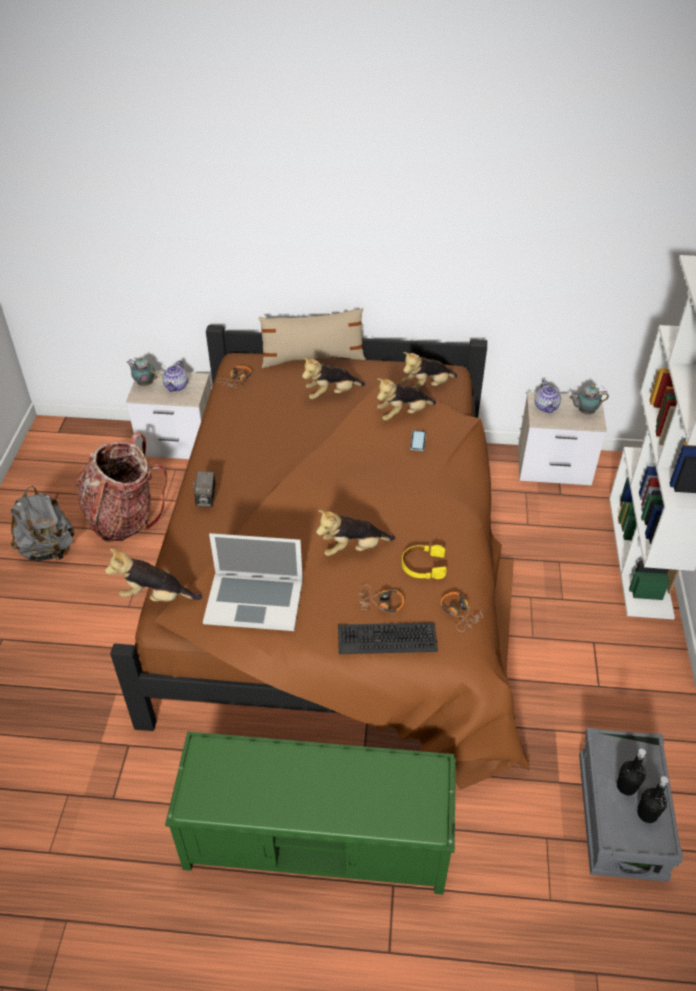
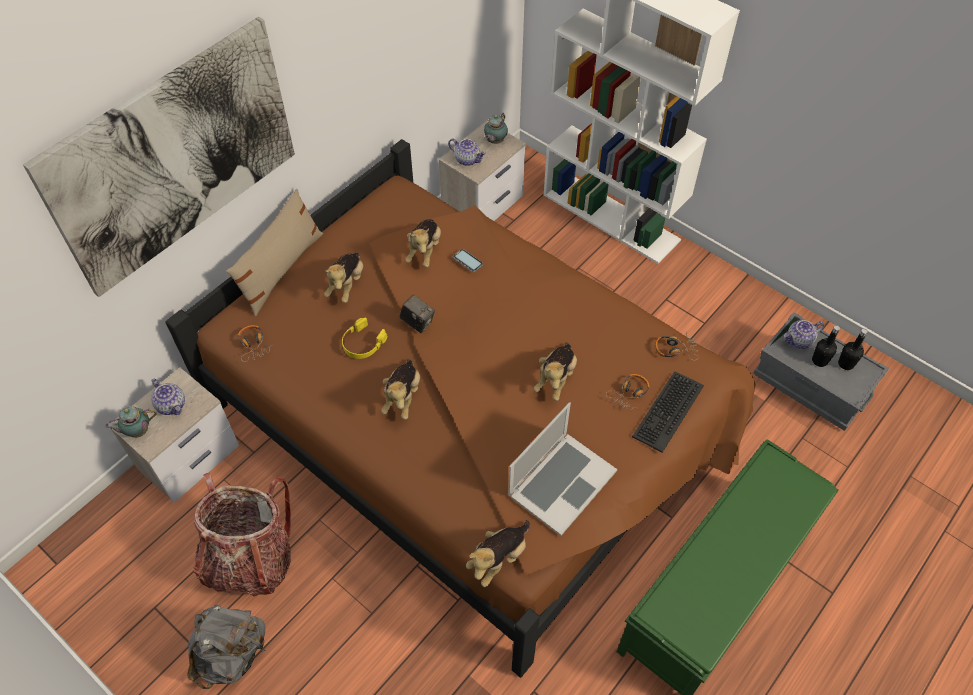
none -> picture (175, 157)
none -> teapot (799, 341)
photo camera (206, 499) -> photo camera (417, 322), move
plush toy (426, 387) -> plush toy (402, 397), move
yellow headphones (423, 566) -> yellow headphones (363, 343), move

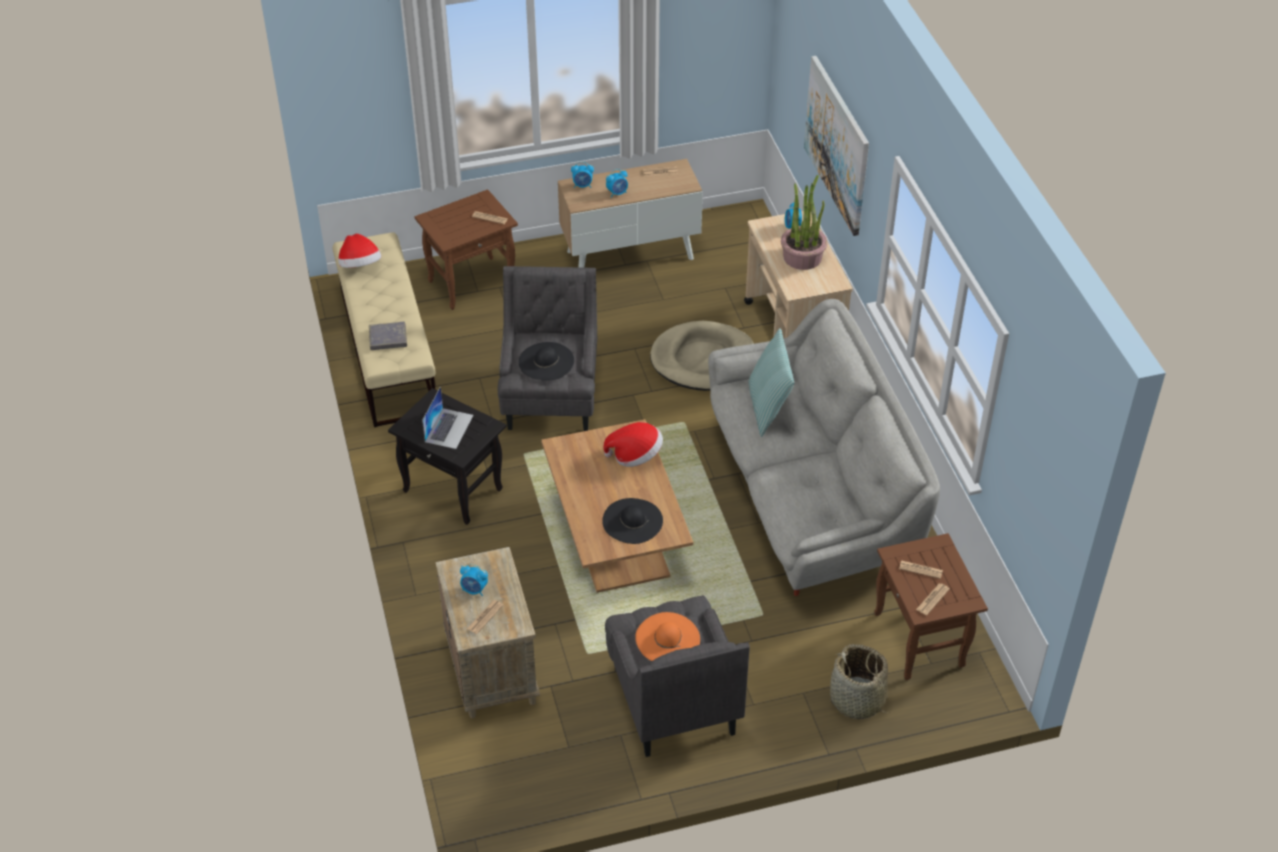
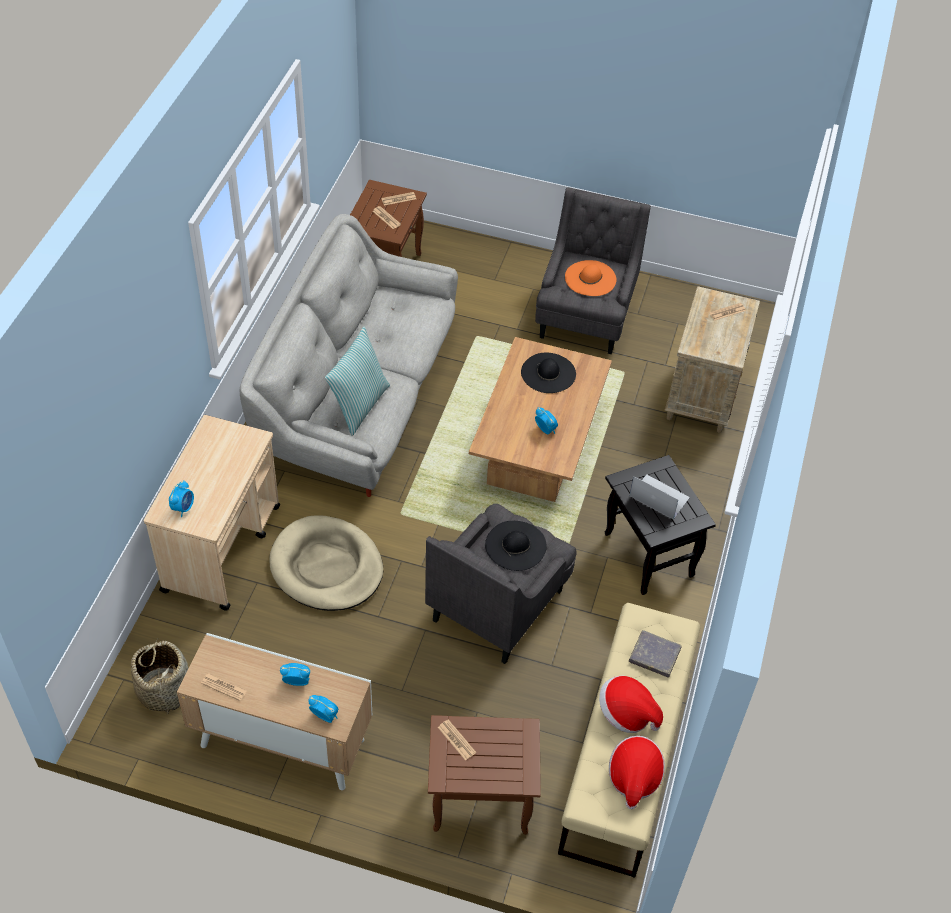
potted plant (802, 256) -> none
picture (837, 144) -> none
alarm clock (474, 590) -> alarm clock (545, 429), move
hat (635, 455) -> hat (626, 713), move
basket (857, 700) -> basket (164, 690), move
laptop (449, 428) -> laptop (659, 496), 75 degrees clockwise

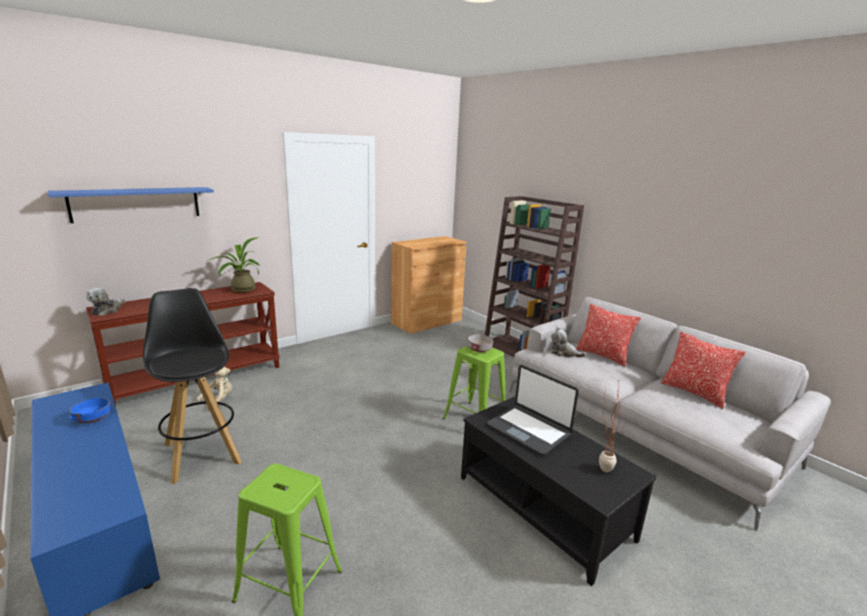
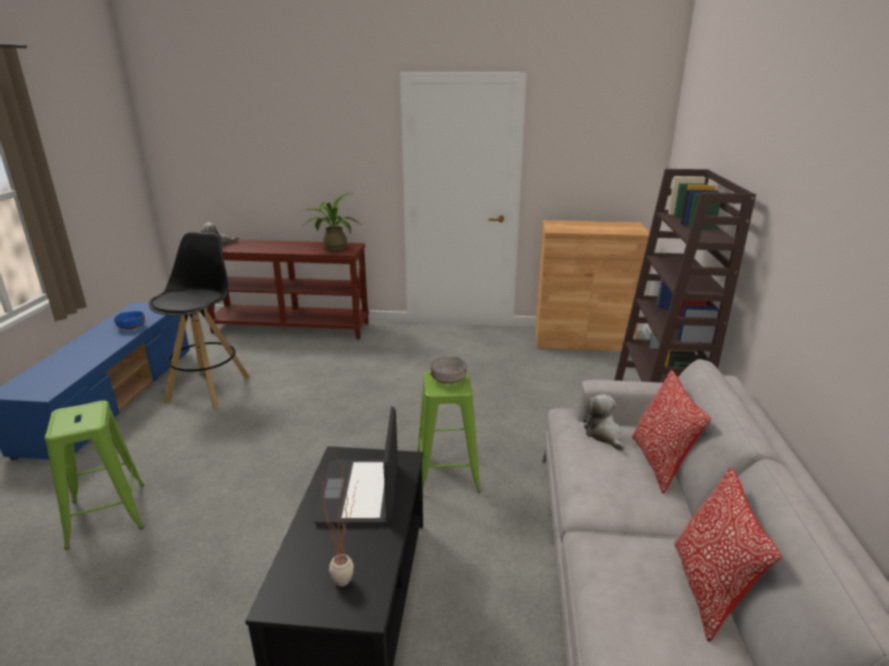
blue shelf (136, 204) -> none
beige plush toy (218, 400) -> none

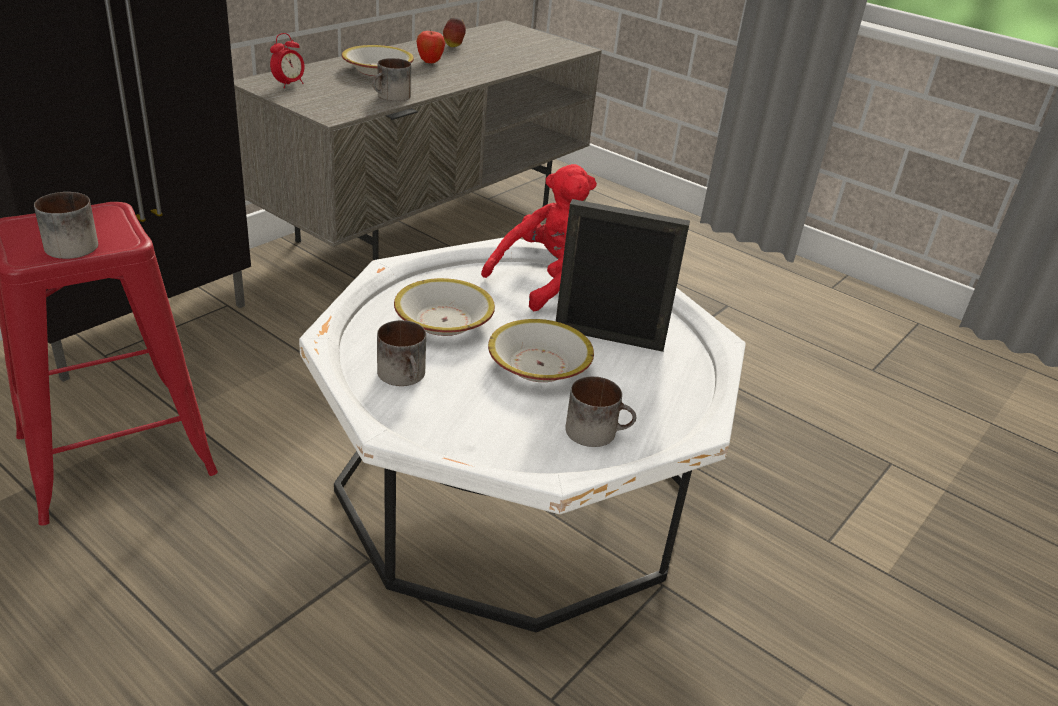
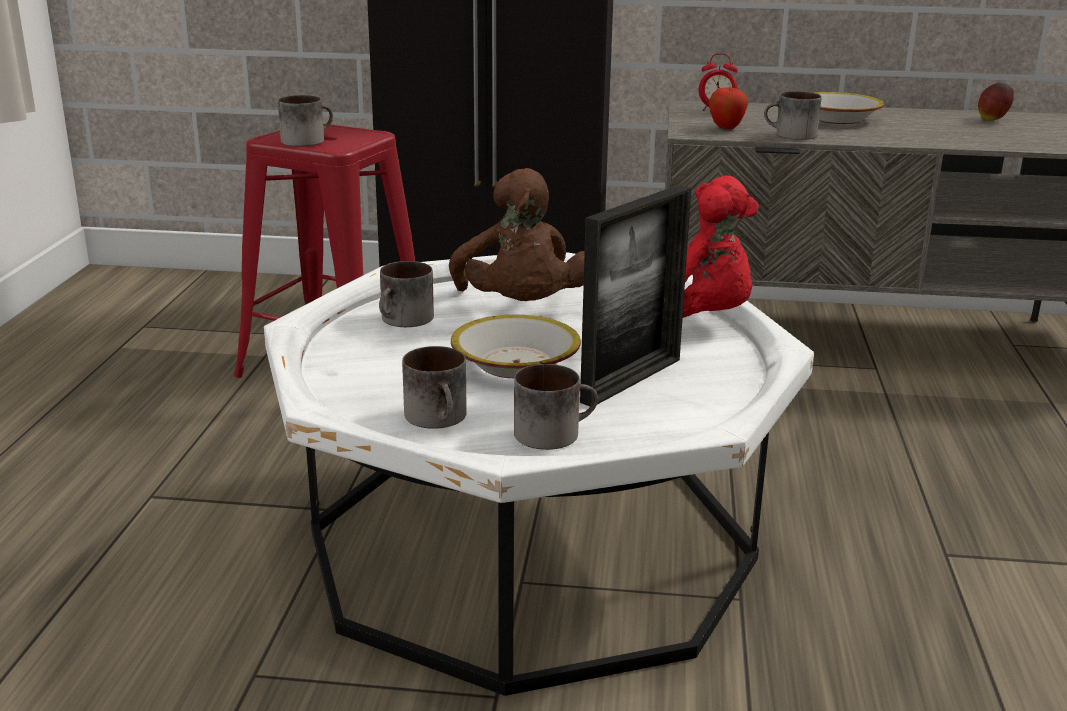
none -> mug (554, 432)
apple (430, 62) -> apple (726, 128), move
bowl (444, 321) -> brown plush toy (520, 308)
picture frame (609, 337) -> picture frame (631, 380), 60 degrees clockwise

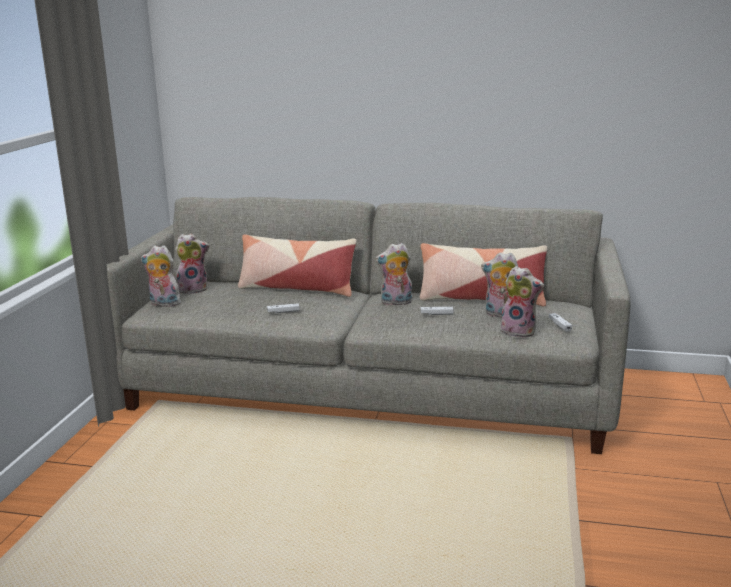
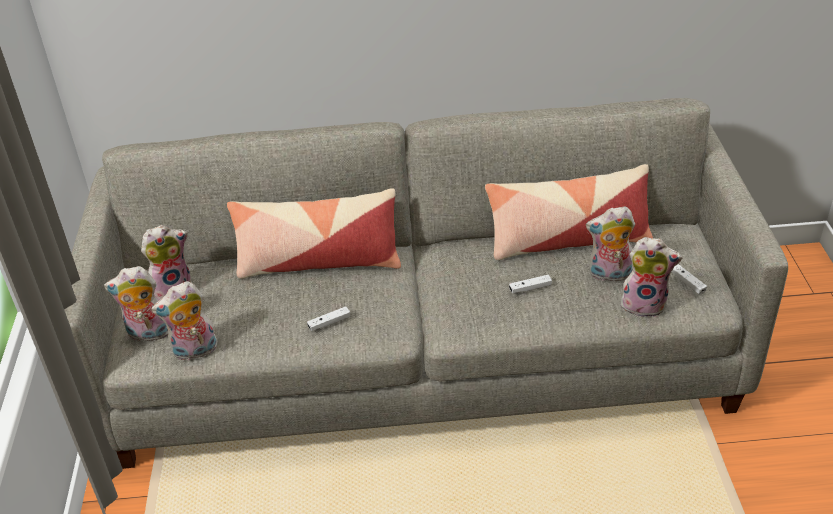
plush toy (395, 303) -> plush toy (194, 352), move

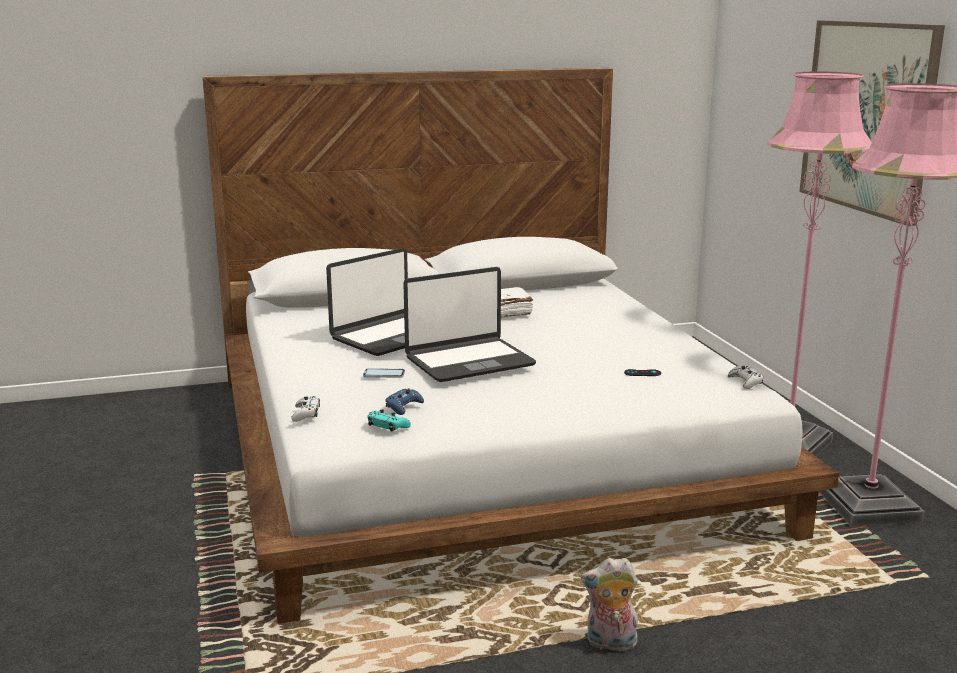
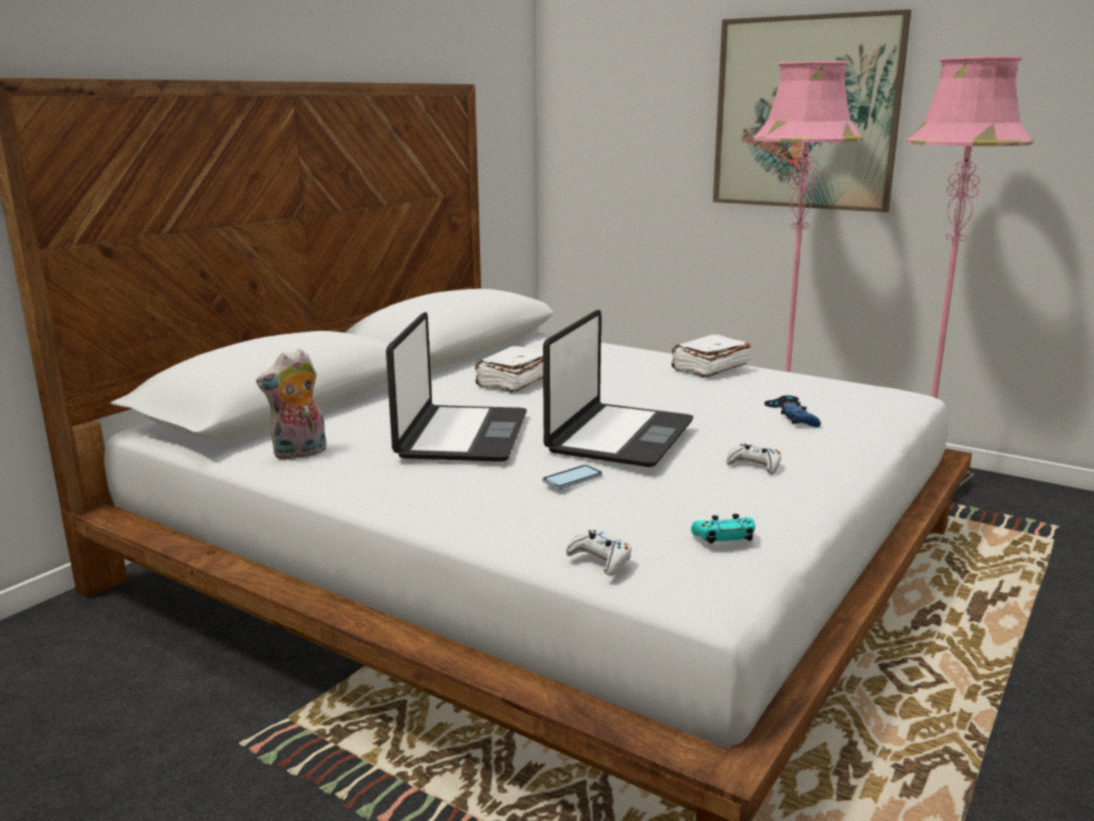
none -> white book (709, 368)
blue game controller (403, 406) -> blue game controller (799, 420), move
plush toy (610, 644) -> plush toy (299, 453), move
white game controller (745, 382) -> white game controller (754, 465), move

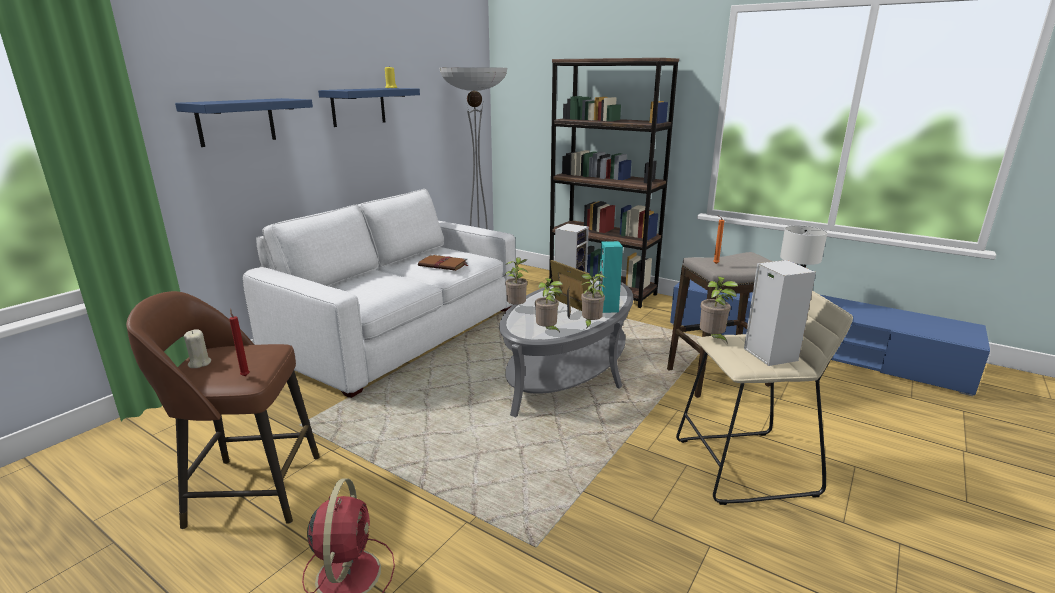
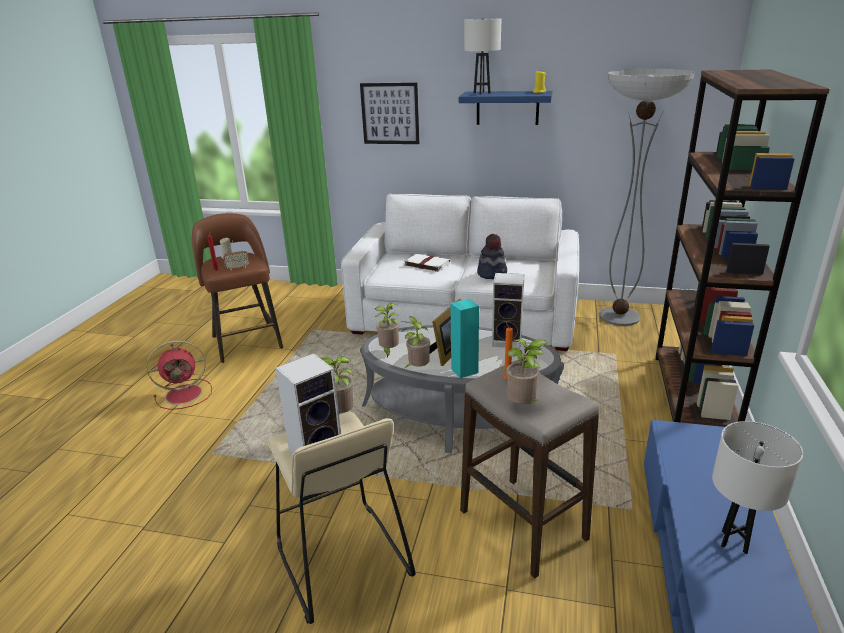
none -> radio (238, 268)
none -> white book (426, 264)
none -> white table lamp (482, 93)
potted plant (517, 308) -> potted plant (523, 406), move
blue shelf (236, 122) -> picture (390, 113)
brown book (444, 265) -> hat (492, 273)

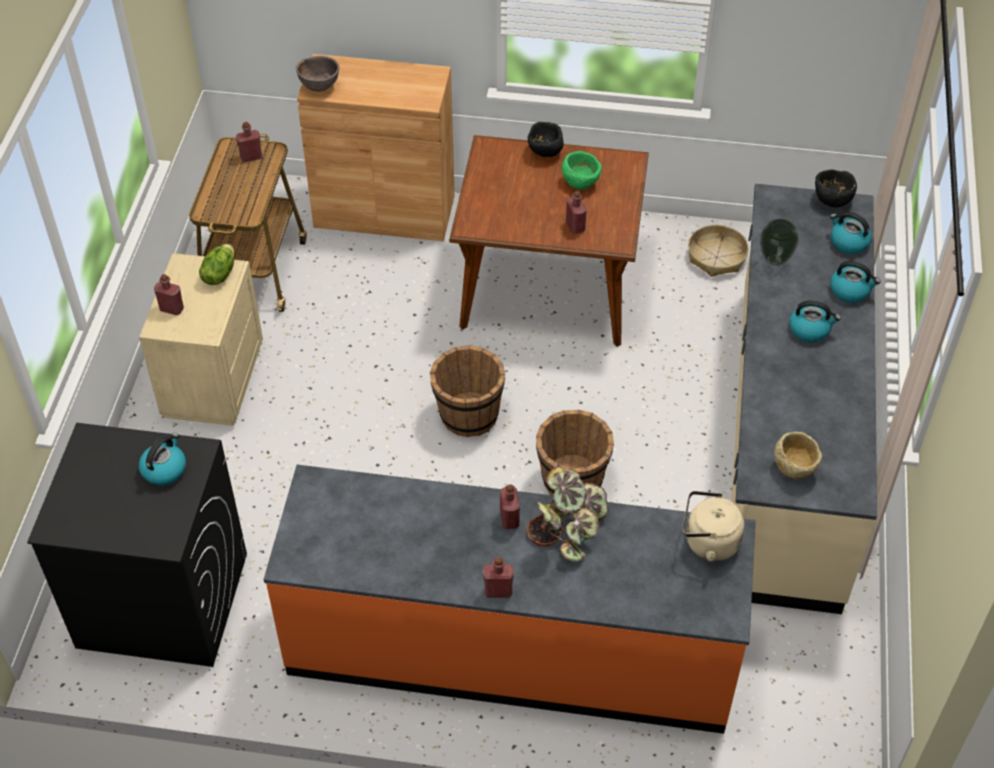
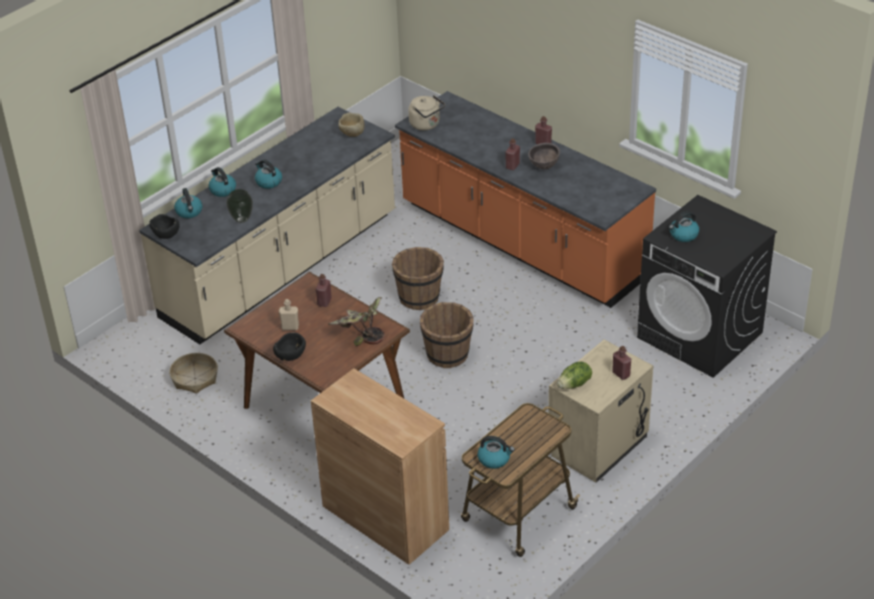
brown bowl (319, 87) -> brown bowl (544, 167), move
potted plant (567, 529) -> potted plant (359, 334), move
red bottle (251, 157) -> kettle (494, 459)
green bowl (581, 182) -> beige bottle (290, 327)

